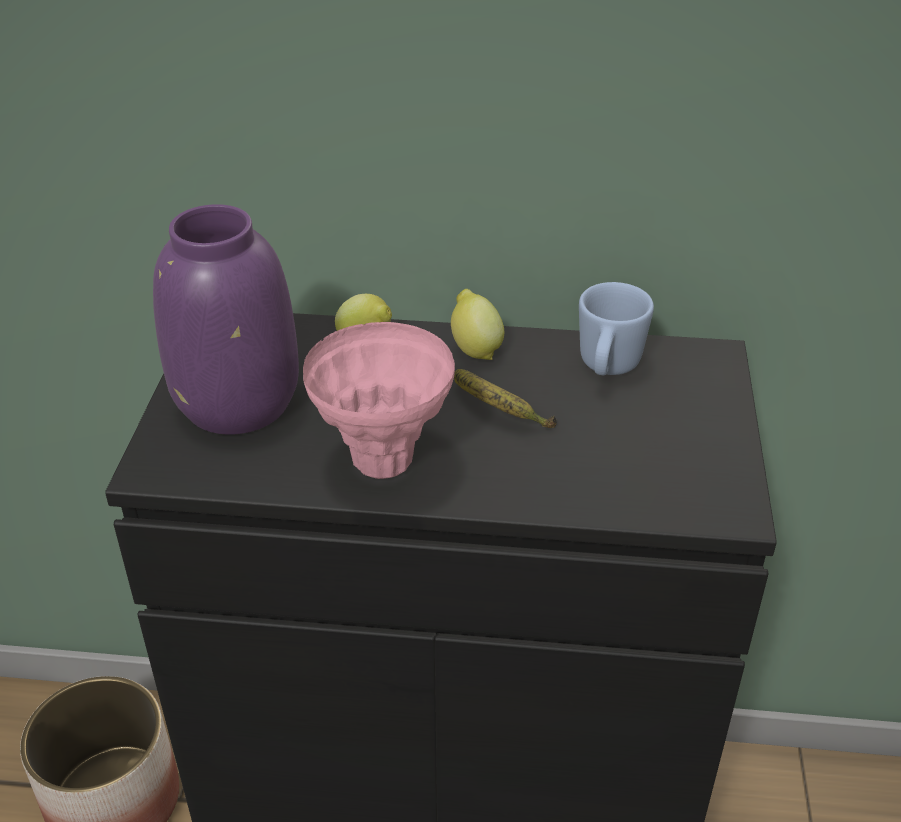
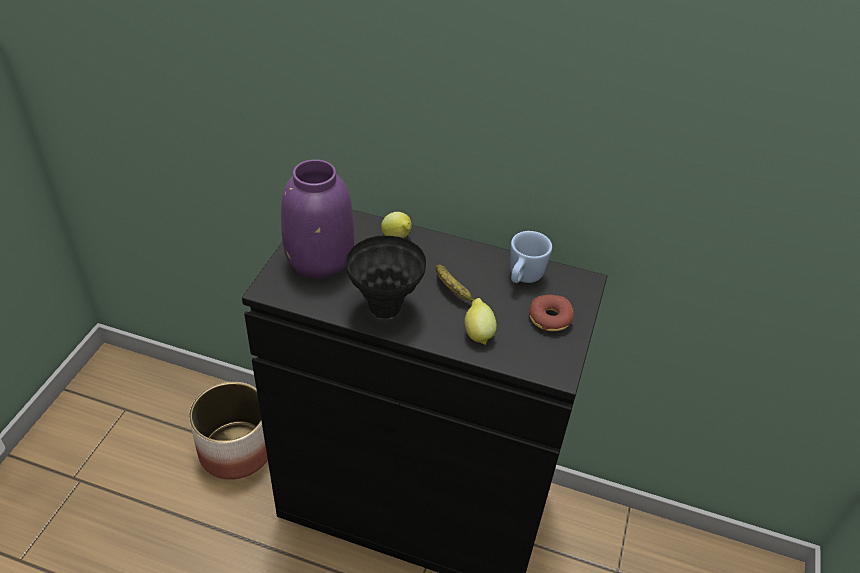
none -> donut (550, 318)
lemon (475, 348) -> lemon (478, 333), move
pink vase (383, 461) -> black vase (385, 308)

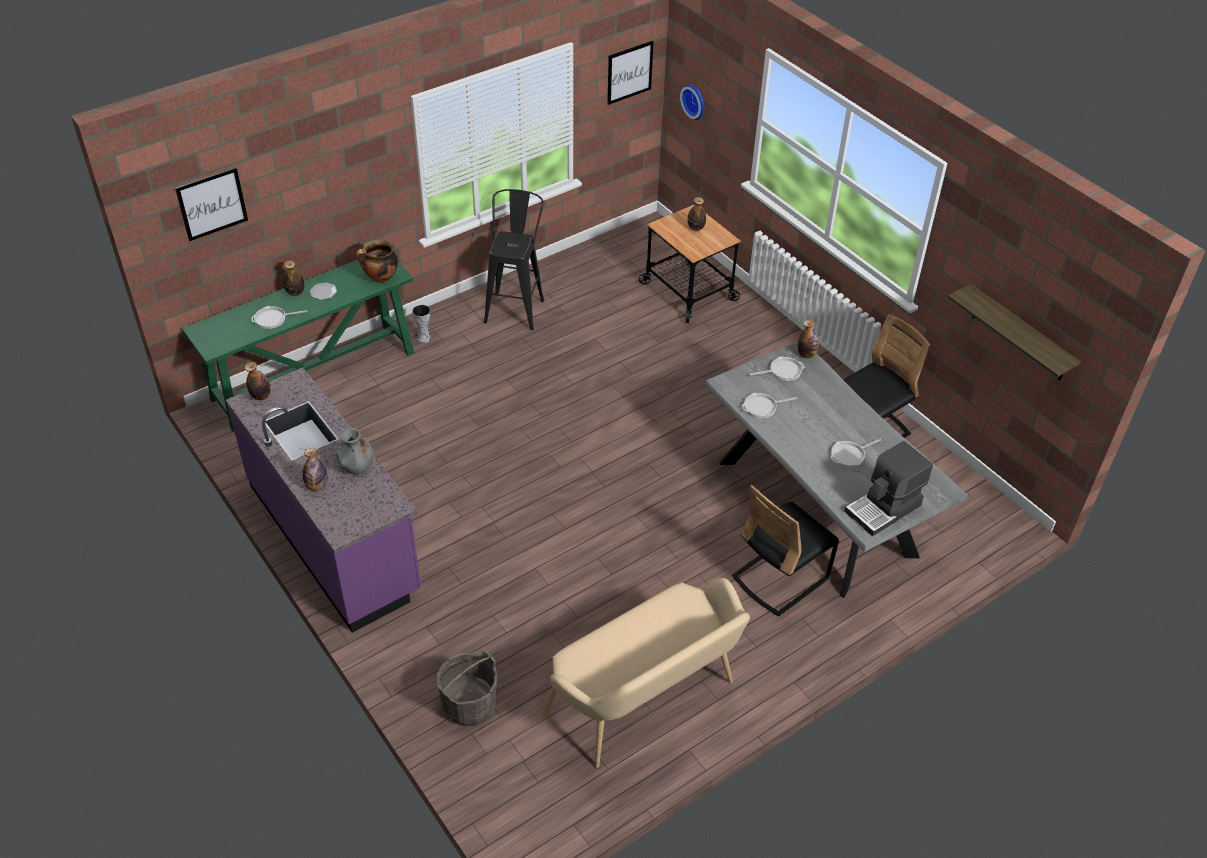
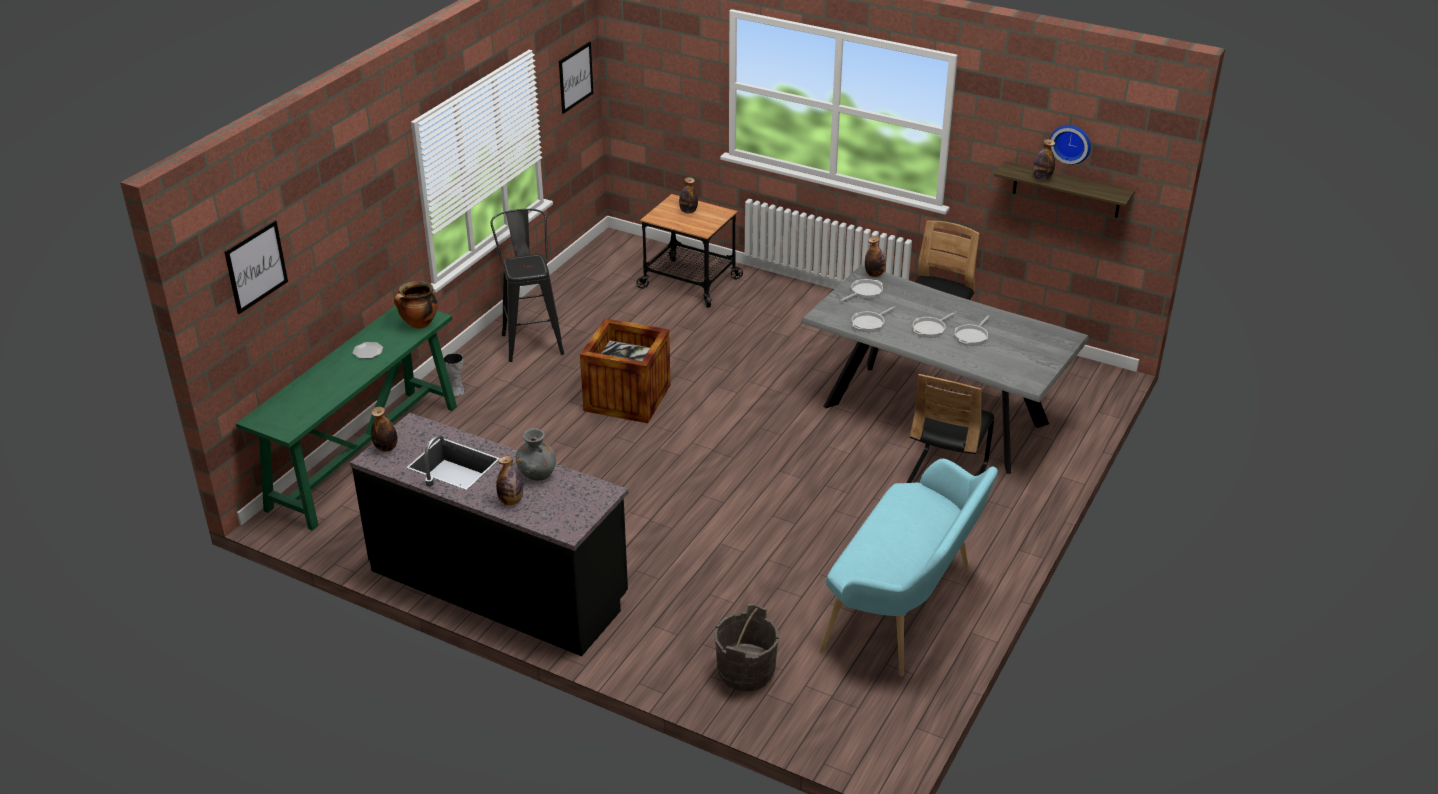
coffee machine (884, 509) -> none
none -> crate (627, 398)
frying pan (273, 319) -> frying pan (930, 328), move
bottle (295, 292) -> bottle (1041, 178), move
wall clock (695, 100) -> wall clock (1071, 143), move
purple counter (335, 538) -> black counter (499, 585)
beige bench (646, 702) -> turquoise bench (905, 610)

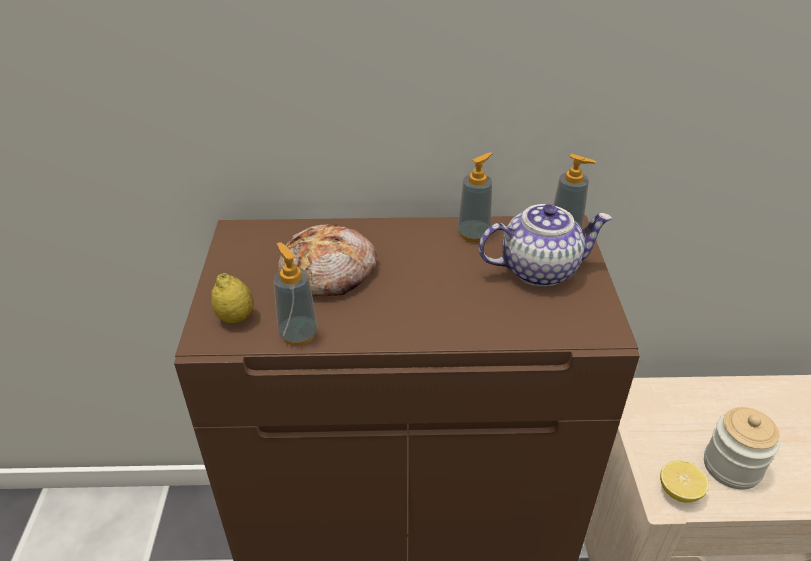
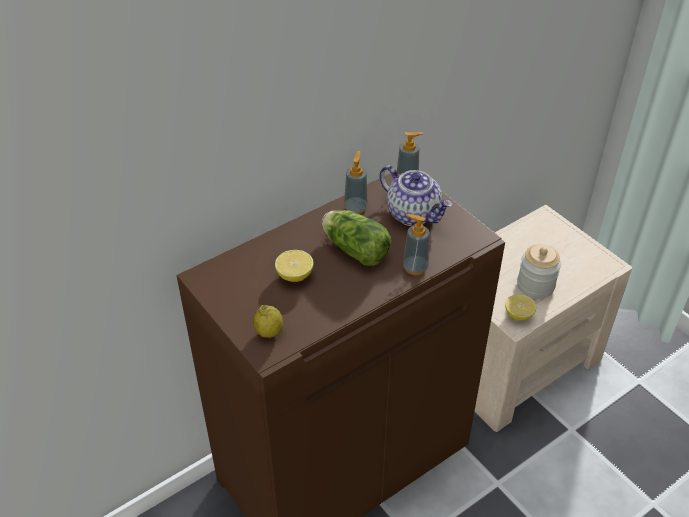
none -> lettuce (353, 249)
soap dispenser (298, 334) -> soap dispenser (415, 268), move
bread (329, 273) -> lemon (294, 276)
teapot (539, 269) -> teapot (414, 214), 90 degrees clockwise

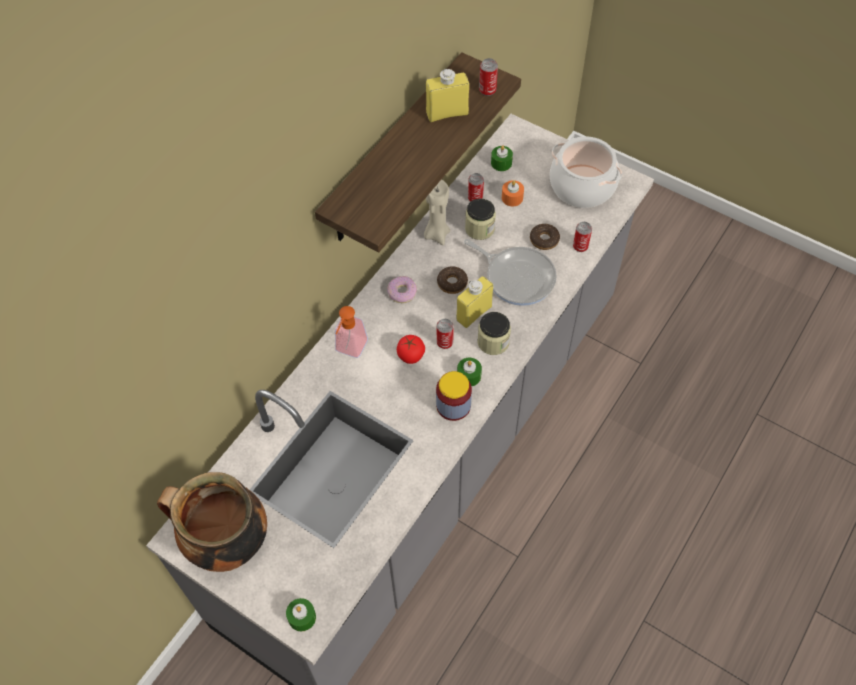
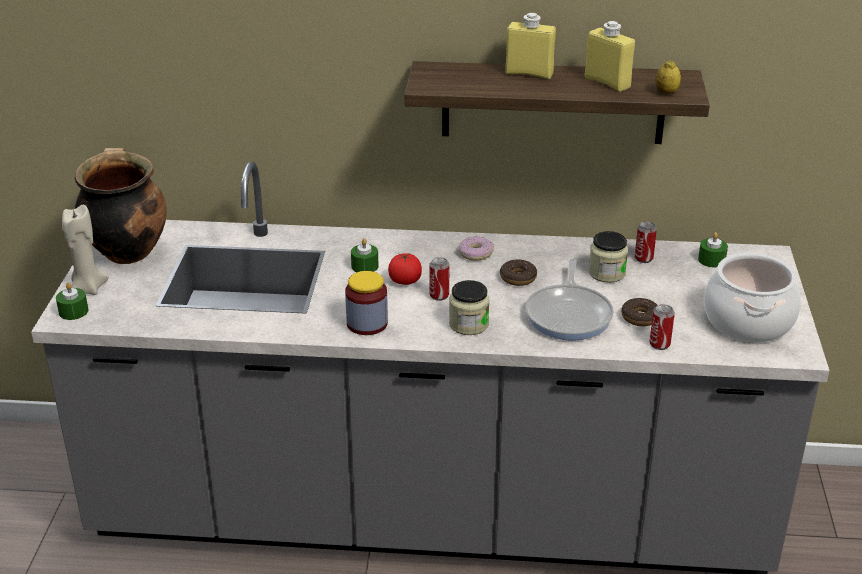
soap dispenser (349, 350) -> none
orange candle (512, 198) -> none
beige candle (436, 234) -> beige candle (87, 288), move
yellow bottle (474, 313) -> yellow bottle (529, 73), move
green candle (469, 376) -> green candle (364, 266), move
can (487, 90) -> lemon (666, 93)

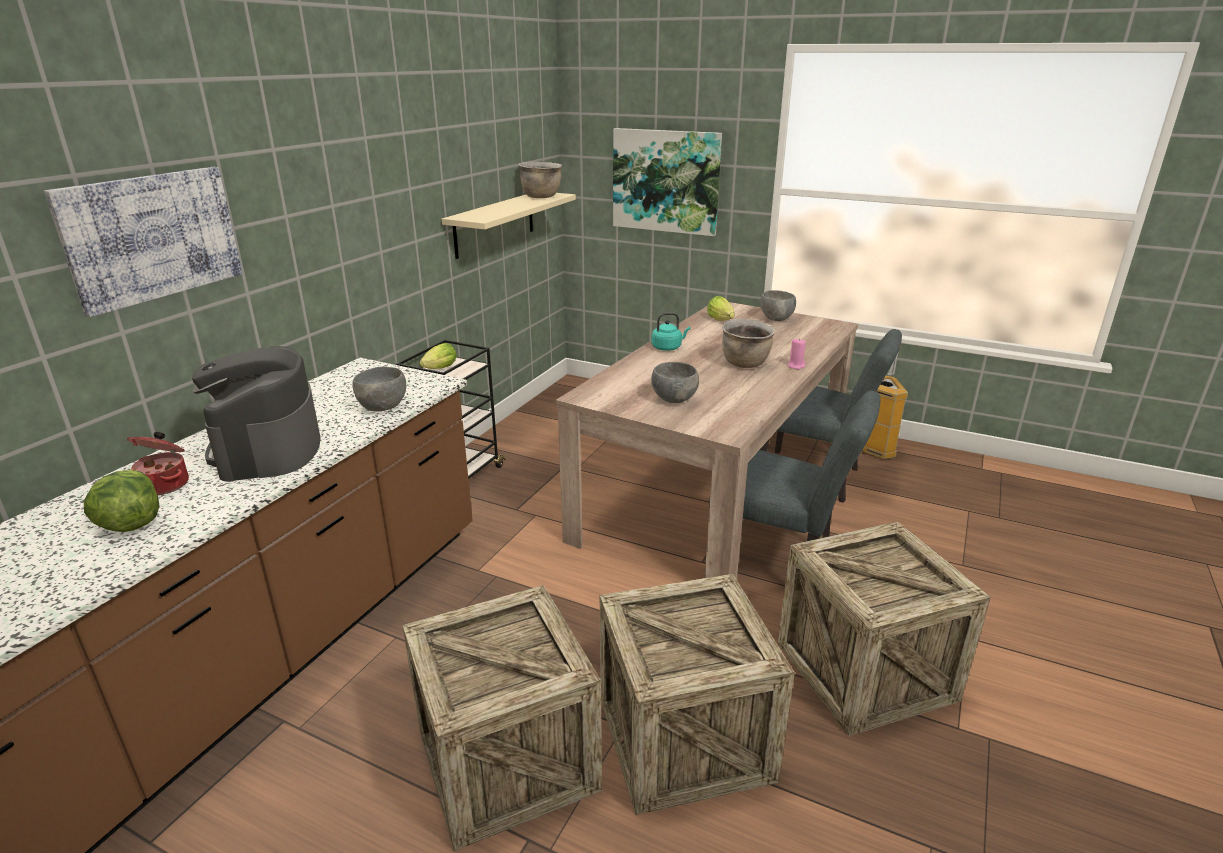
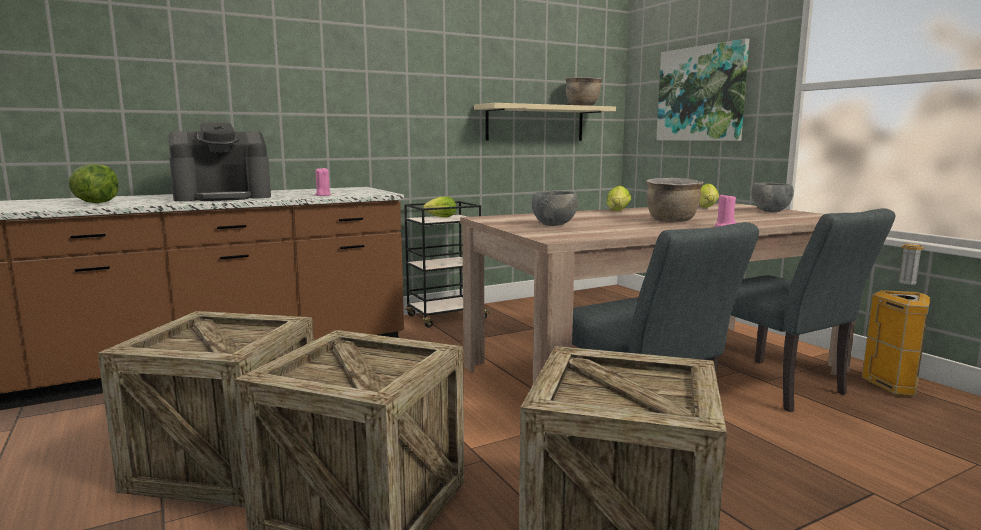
picture (152, 237) -> none
cooking pot (166, 484) -> none
grey bowl (384, 408) -> pink candle (322, 195)
turquoise kettle (668, 347) -> lettuce (618, 211)
coffee machine (267, 449) -> coffee machine (223, 197), 135 degrees counterclockwise

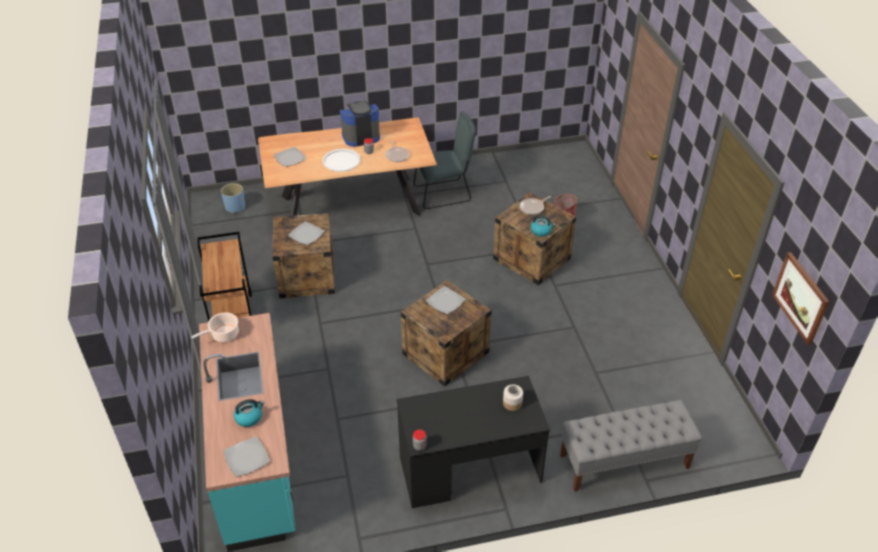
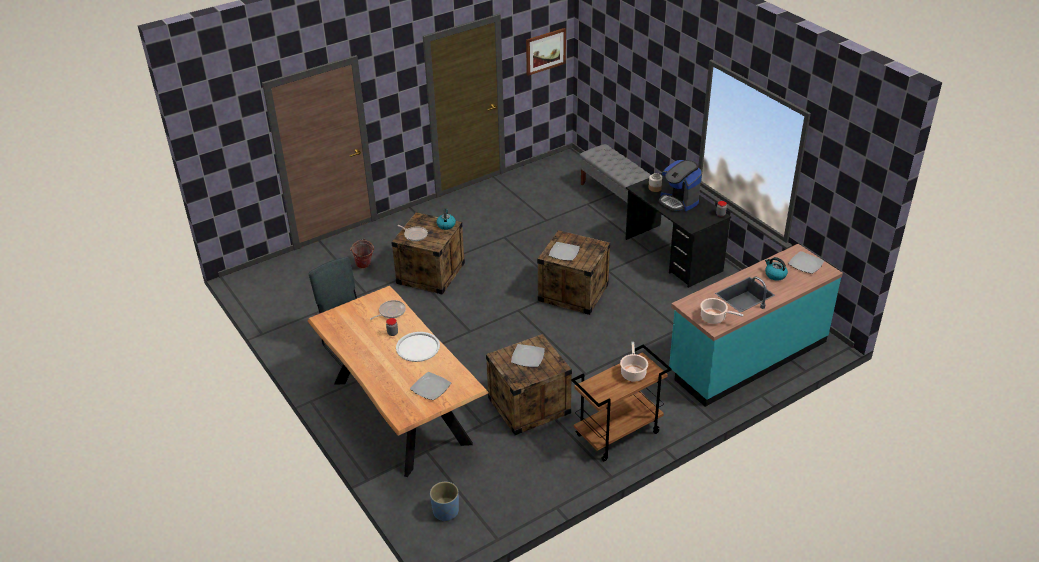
none -> cooking pot (633, 373)
coffee machine (360, 136) -> coffee machine (678, 201), move

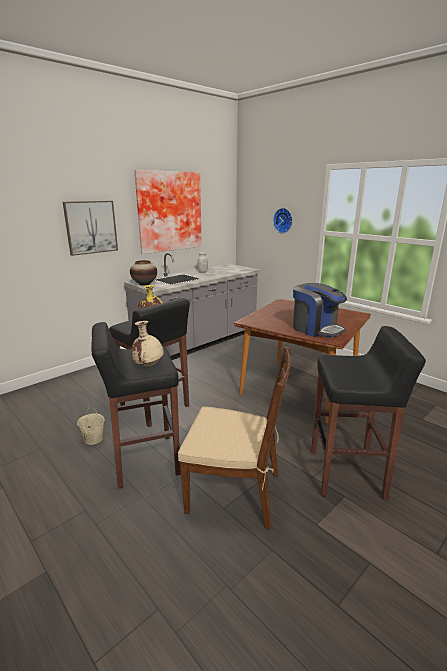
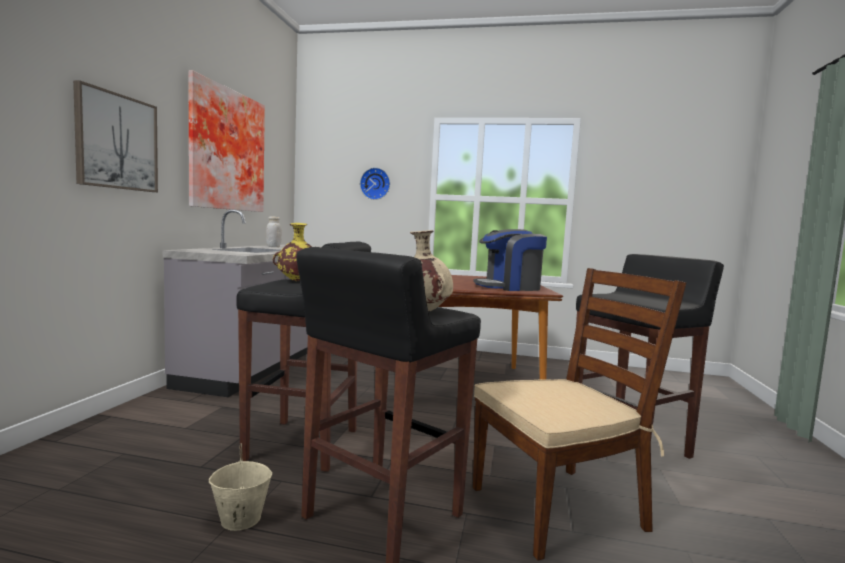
vase (144, 284) -> none
coffee machine (316, 329) -> coffee machine (509, 287), 150 degrees clockwise

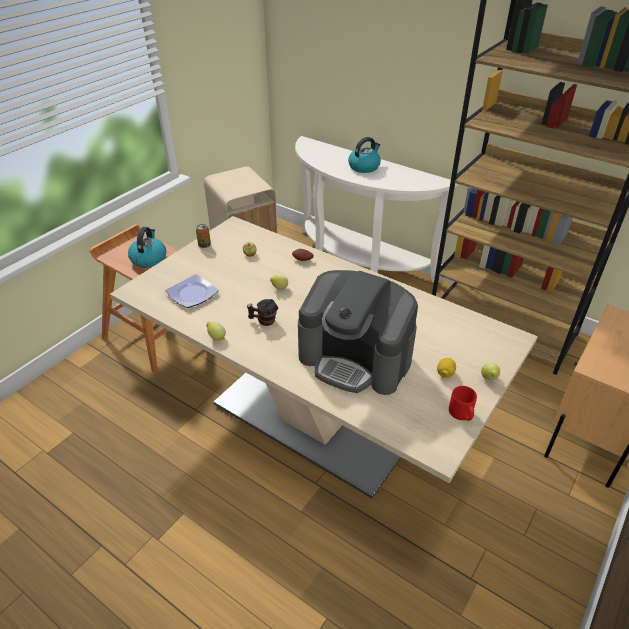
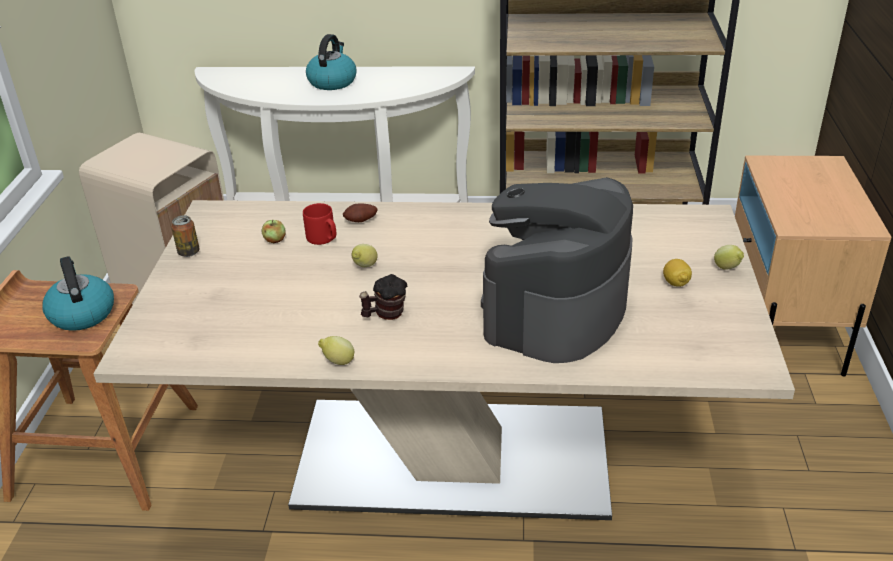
plate (191, 294) -> none
red mug (461, 414) -> red mug (323, 239), move
coffee machine (356, 358) -> coffee machine (555, 309), 120 degrees clockwise

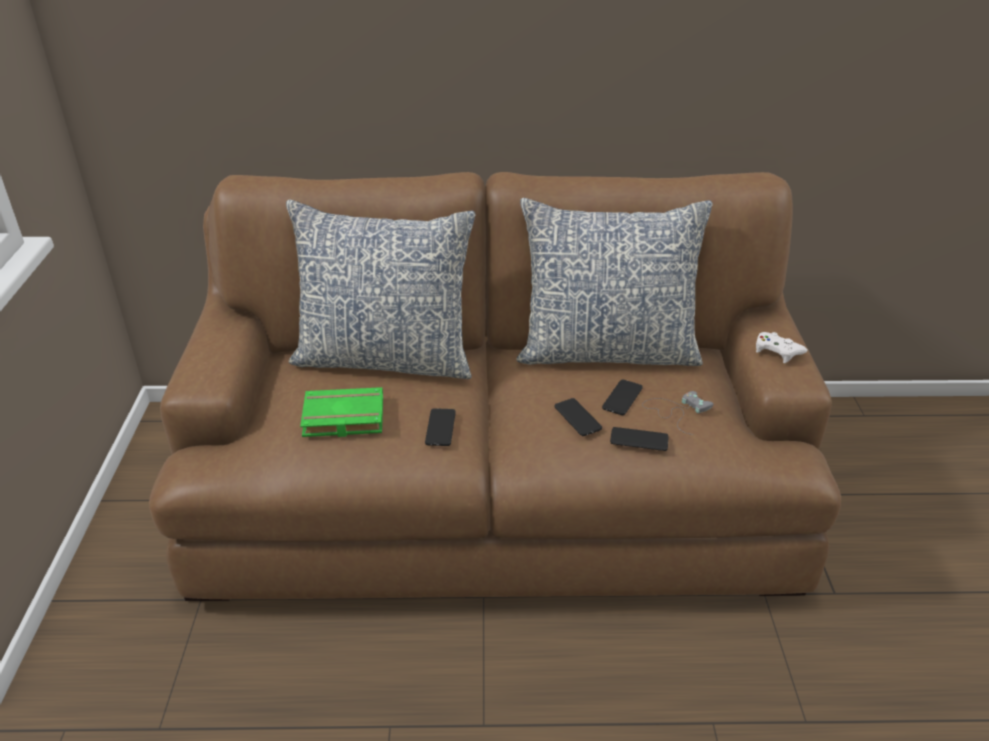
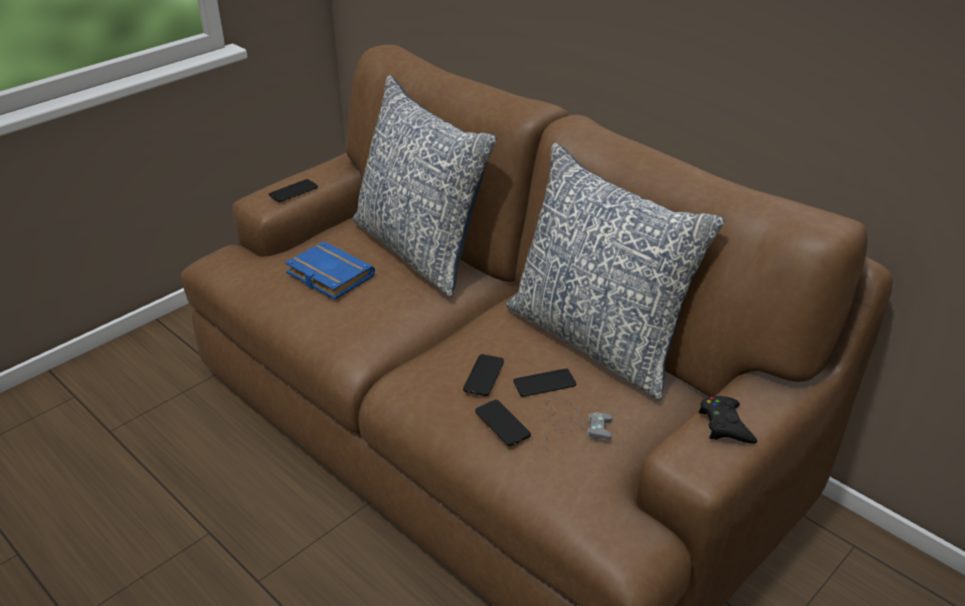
phone (440, 427) -> phone (293, 191), move
green book (342, 419) -> blue book (327, 276)
white game controller (777, 351) -> black game controller (725, 425)

